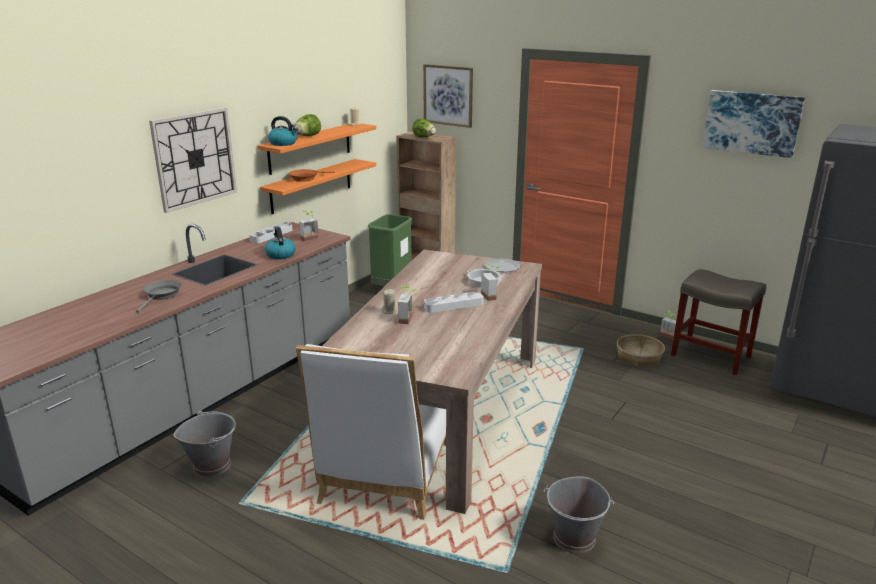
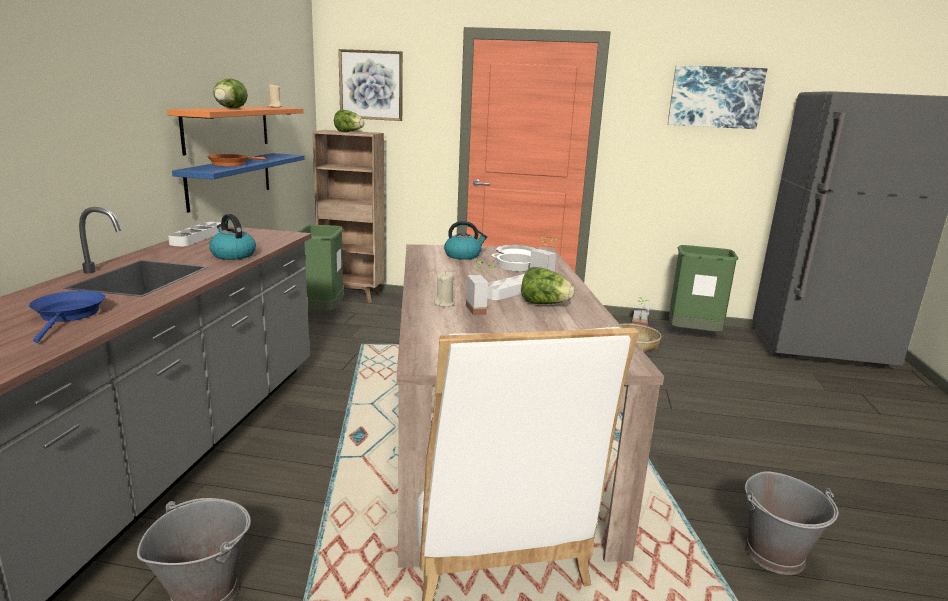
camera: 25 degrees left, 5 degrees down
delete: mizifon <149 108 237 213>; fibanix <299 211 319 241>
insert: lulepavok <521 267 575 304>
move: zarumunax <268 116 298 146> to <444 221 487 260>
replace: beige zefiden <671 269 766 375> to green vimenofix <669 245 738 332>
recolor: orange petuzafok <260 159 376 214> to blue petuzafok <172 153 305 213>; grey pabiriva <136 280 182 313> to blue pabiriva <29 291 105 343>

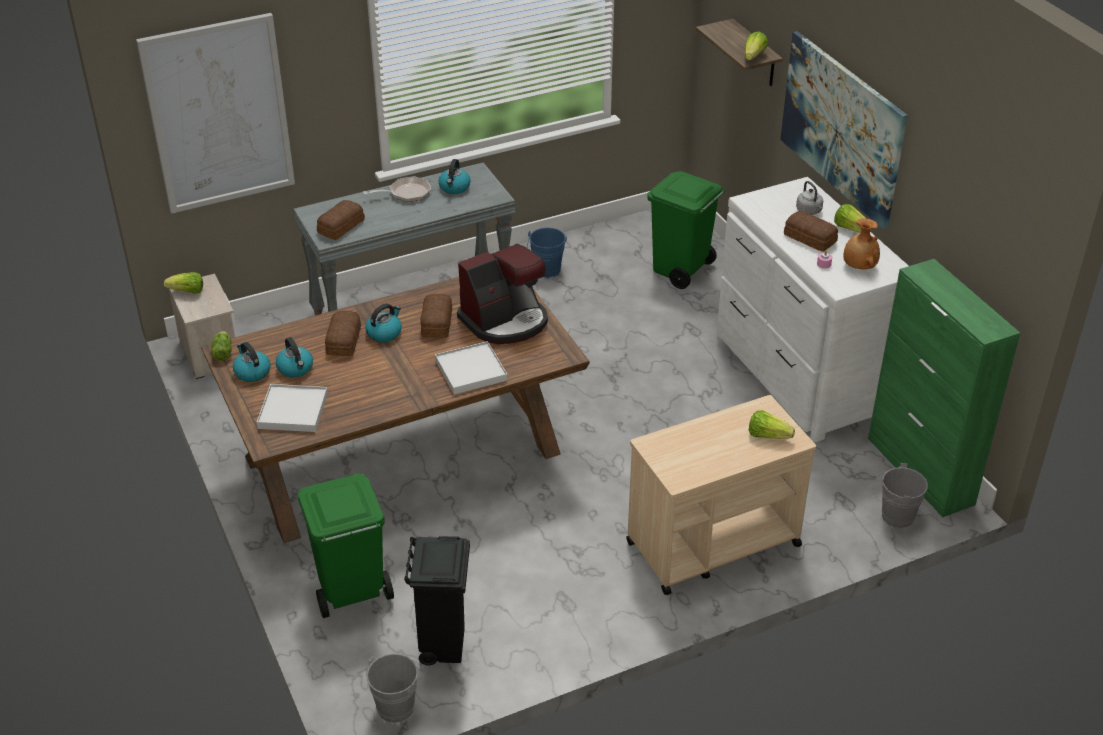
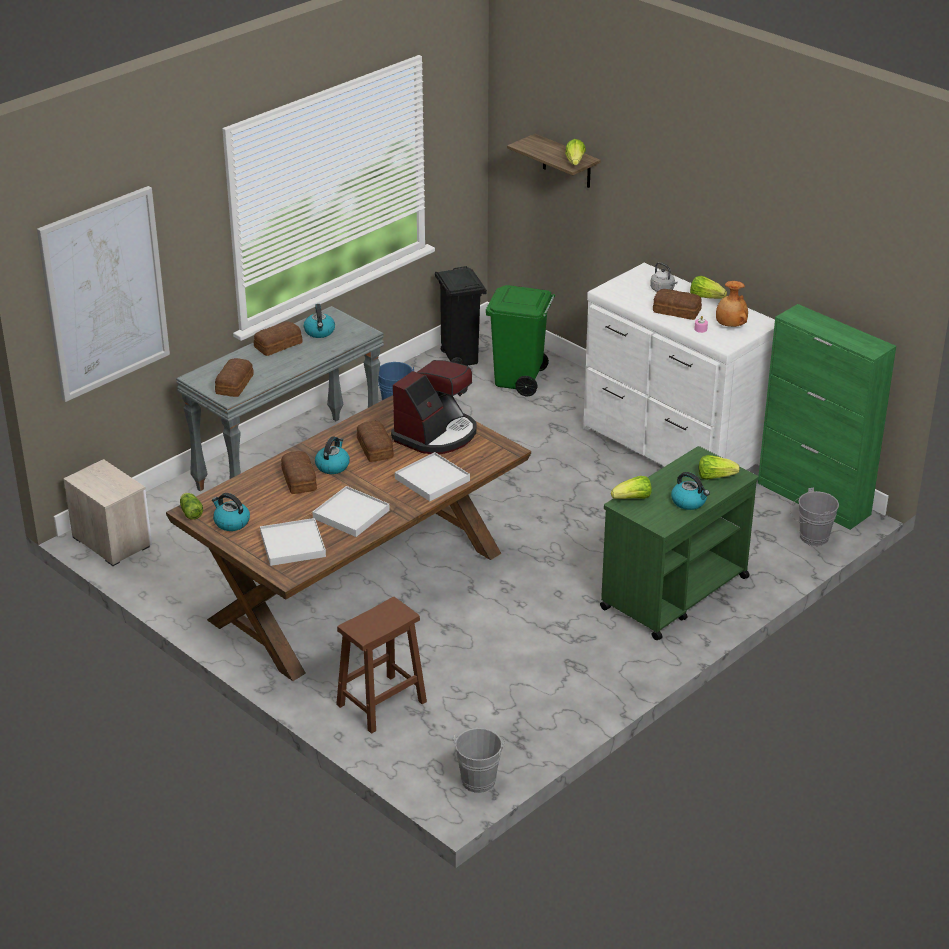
camera: 20 degrees left, 5 degrees down
delete: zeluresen <780 31 908 229>
insert: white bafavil <312 486 390 537>
move: lulepavok <164 272 203 294> to <611 476 652 499>; zarumunax <276 337 313 378> to <671 472 710 510>; black vimenofix <404 536 470 666> to <435 266 487 366>
replace: pabiriva <363 176 431 202> to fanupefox <254 321 303 356>; green vimenofix <297 473 394 618> to brown zefiden <336 597 427 734>
recolor: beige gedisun <626 395 816 595> to green gedisun <600 446 758 640>

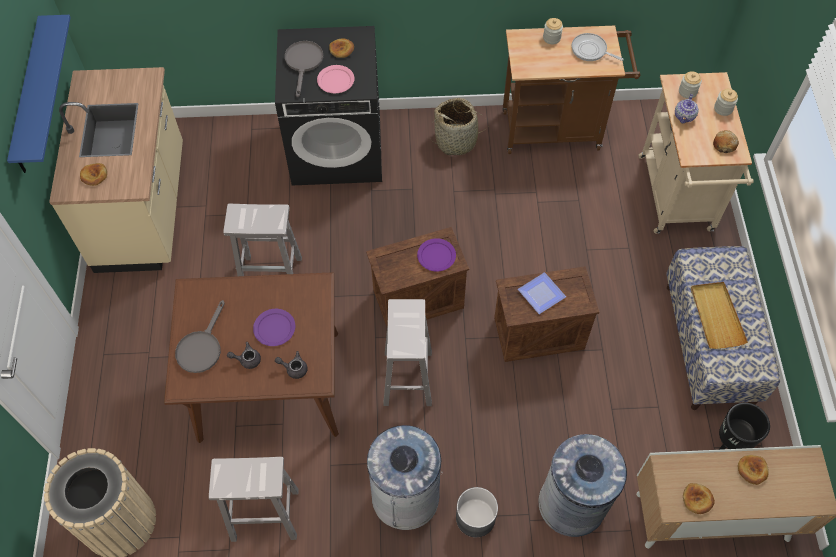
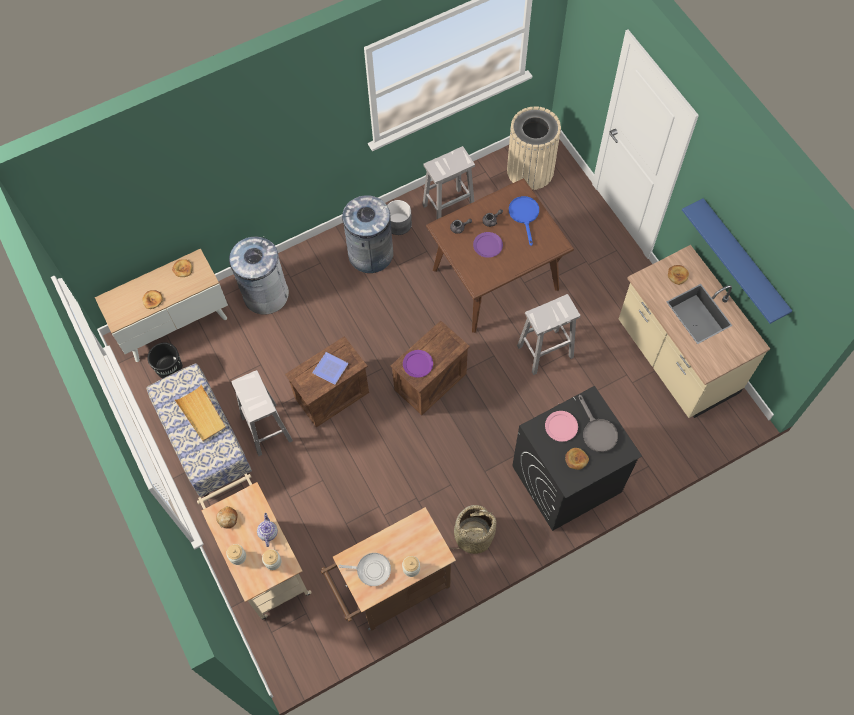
camera: 155 degrees right, 5 degrees up
move: white zefiden <383 299 432 406> to <231 370 293 456>; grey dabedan <456 487 498 537> to <387 200 412 235>
recolor: grey pabiriva <175 300 225 373> to blue pabiriva <509 196 539 246>

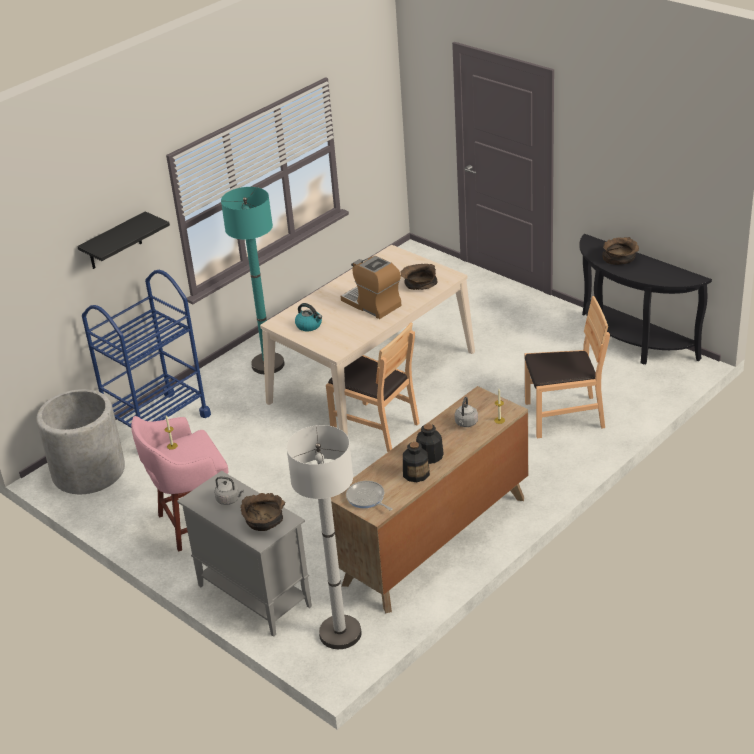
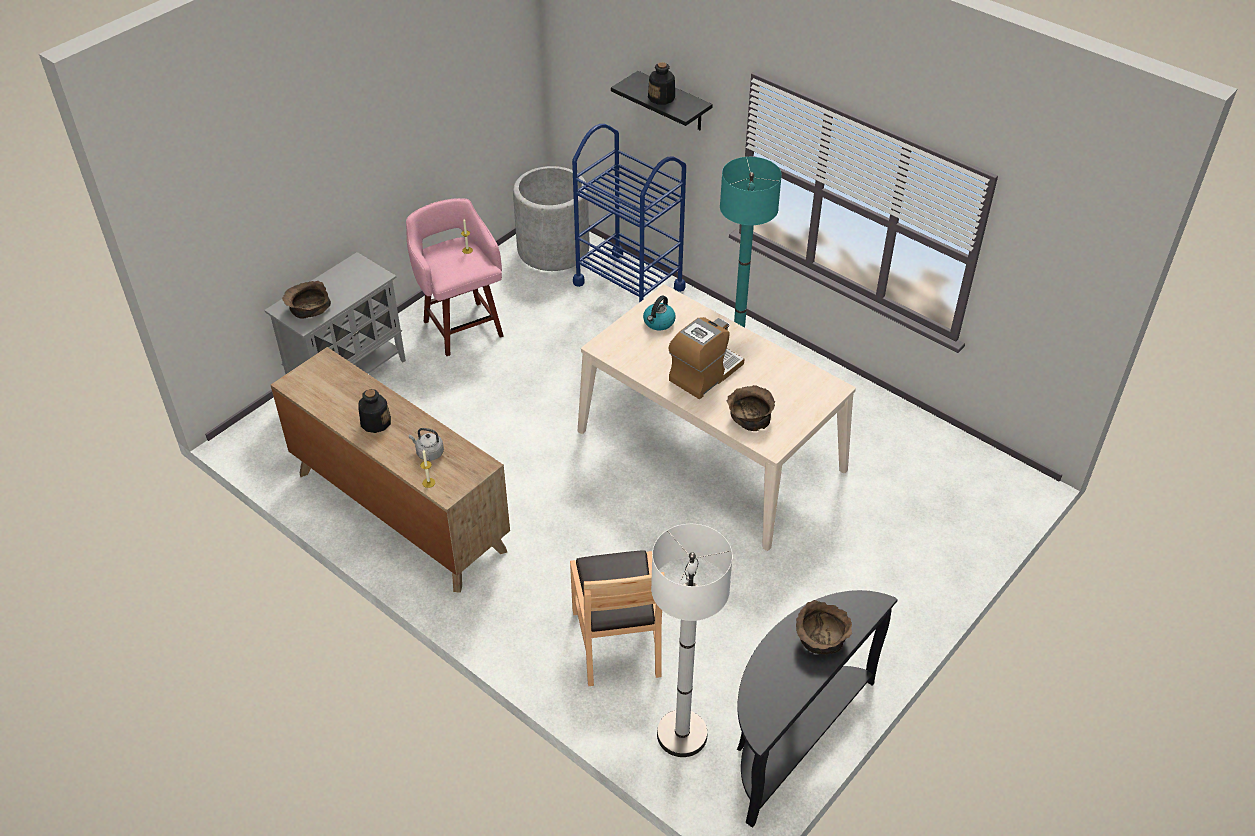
camera: 85 degrees right, 10 degrees up
delete: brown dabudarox <326 322 420 452>; grey zarumunax <214 477 244 505>; pabiriva <346 481 392 511>
move: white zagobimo <286 425 362 649> to <651 524 733 757>; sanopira <403 442 430 482> to <648 62 675 105>

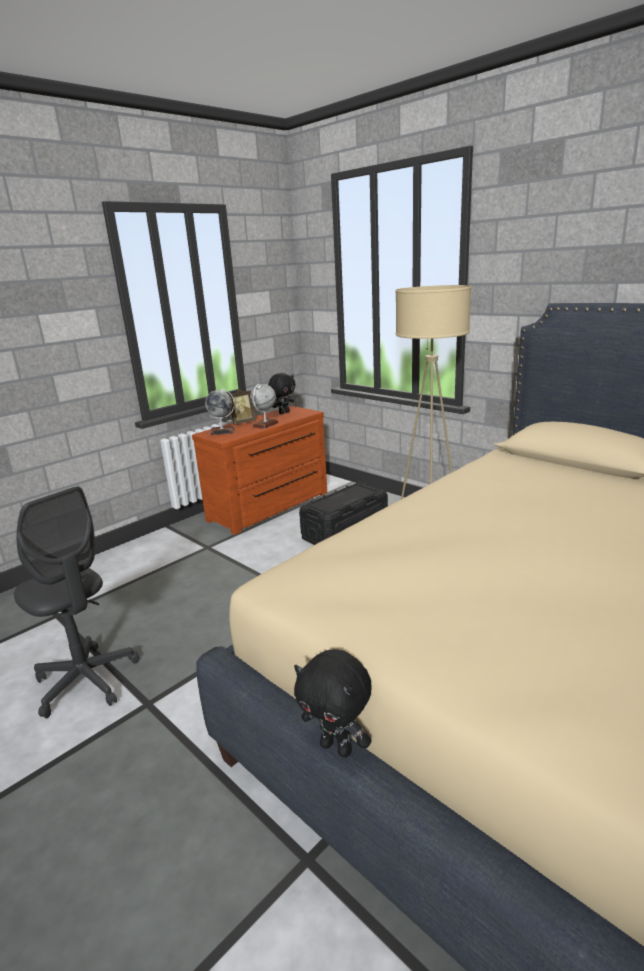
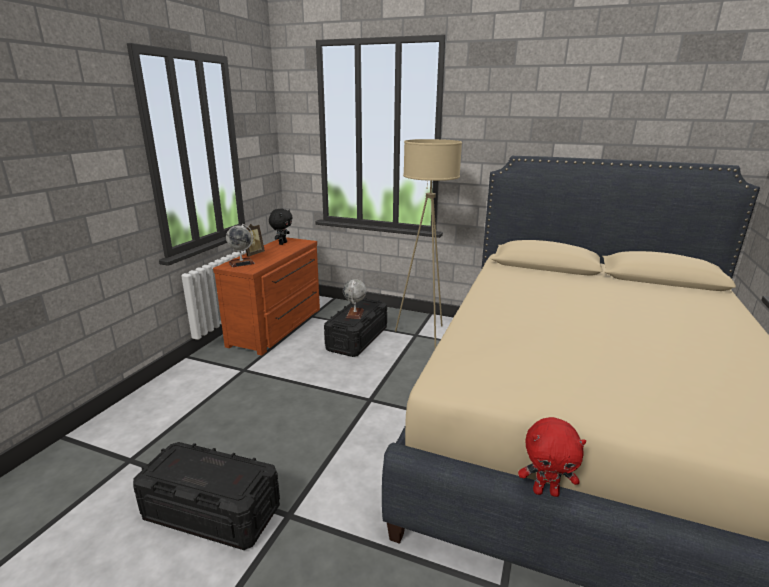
camera: 25 degrees left, 0 degrees up
move: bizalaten <250 384 279 429> to <343 279 366 319>
replace: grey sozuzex <14 486 139 718> to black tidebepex <133 442 280 550>
recolor: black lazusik <294 649 372 758> to red lazusik <518 417 586 497>

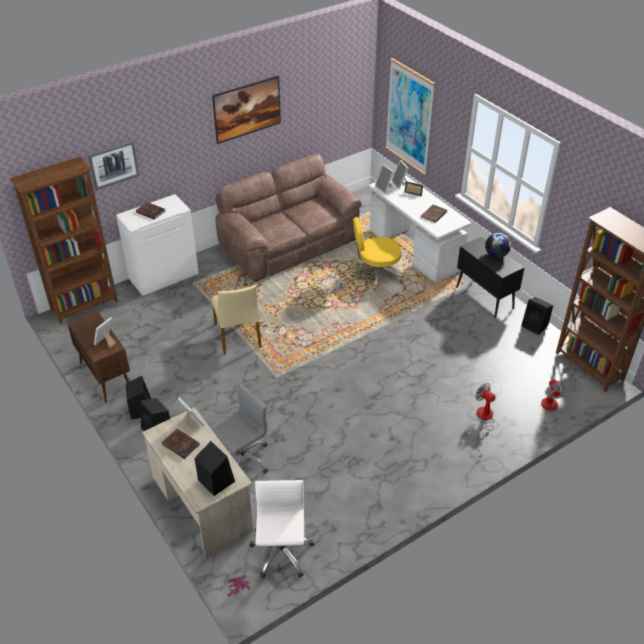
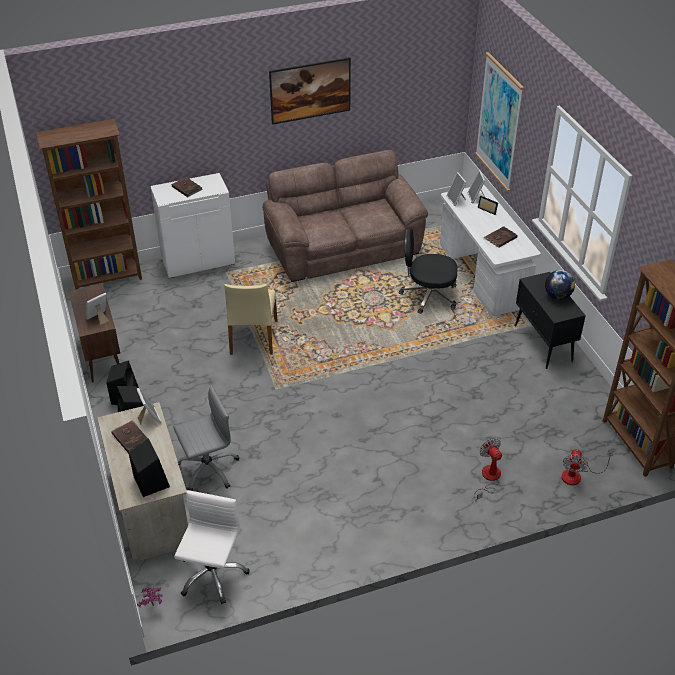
camera: 15 degrees right, 0 degrees up
delete: zeluresen <88 141 140 190>; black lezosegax <521 297 553 335>
recolor: yellow sozuzex <351 217 403 290> to black sozuzex <399 227 458 314>

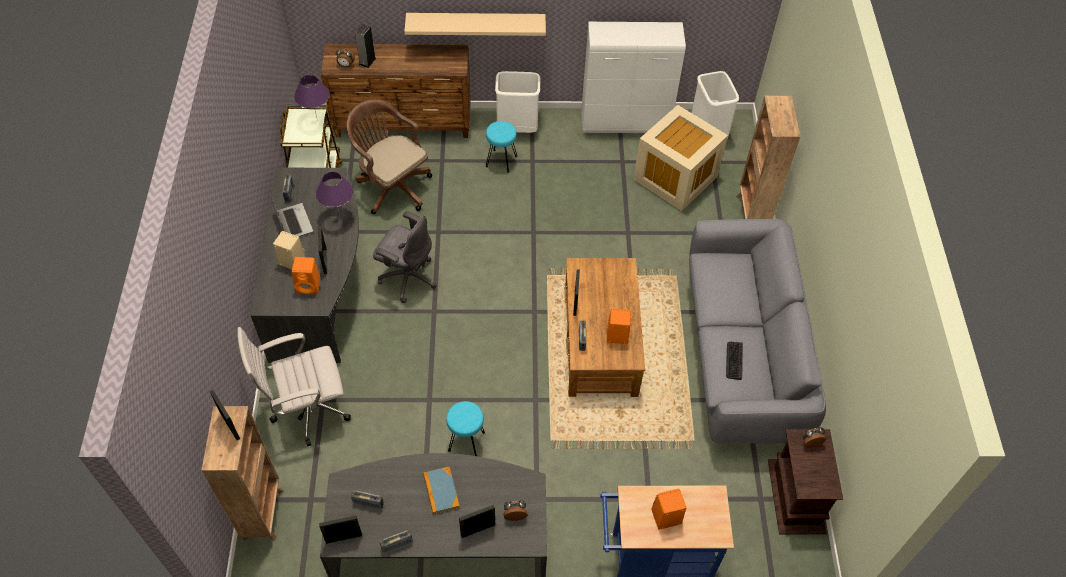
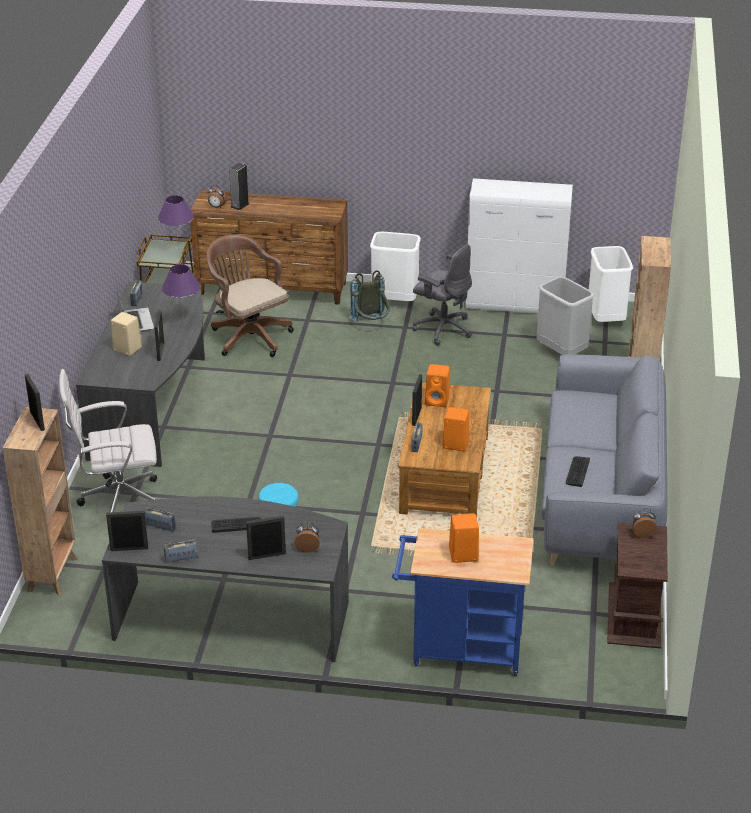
camera: 10 degrees right, 20 degrees down
delete: beige petuzafok <404 13 546 36>
move: grey sozuzex <373 211 437 303> to <413 244 472 346>; orange lezosegax <291 257 320 294> to <425 364 450 407>
replace: beige tidebepex <634 105 728 211> to grey vimenofix <537 276 595 355>; turquoise zefiden <486 121 517 173> to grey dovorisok <349 270 390 322>; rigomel <423 466 460 515> to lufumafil <211 517 261 533>

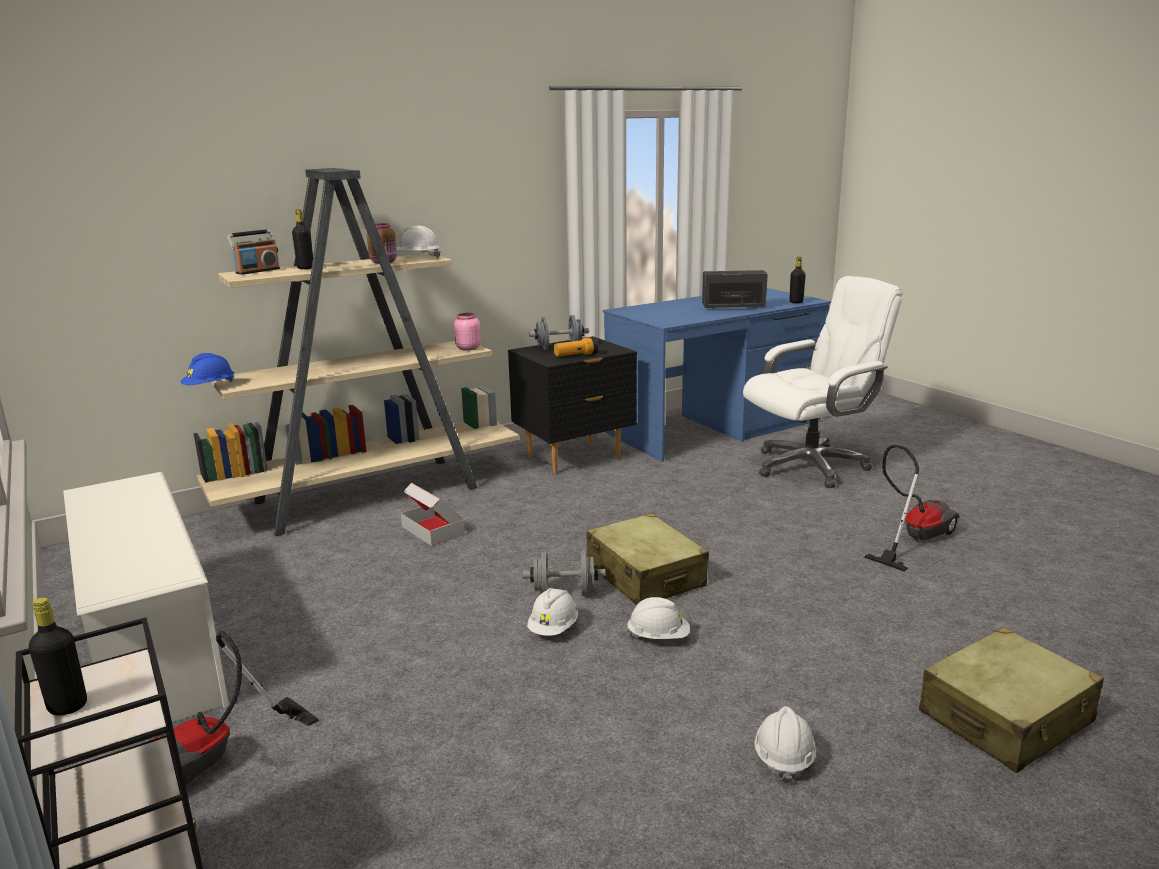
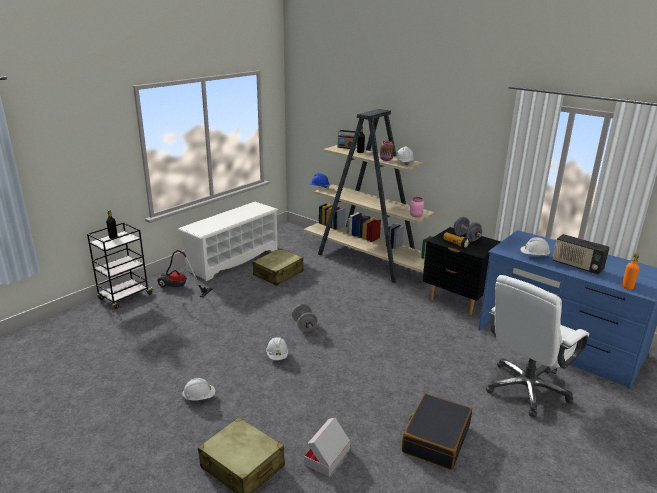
camera: 70 degrees right, 5 degrees up
move: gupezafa <401 483 465 546> to <304 418 351 477>; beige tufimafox <586 513 709 605> to <253 248 303 286>; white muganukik <527 588 578 636> to <520 237 550 256>
replace: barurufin <864 445 960 572> to black tufimafox <402 394 472 470>
recolor: black sanopira <789 257 806 303> to orange sanopira <622 253 640 290>
rotate: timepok <702 270 768 310> = <553 234 610 274> 150 degrees clockwise; white sozuzex <743 276 903 488> = <486 275 589 417> 90 degrees clockwise

